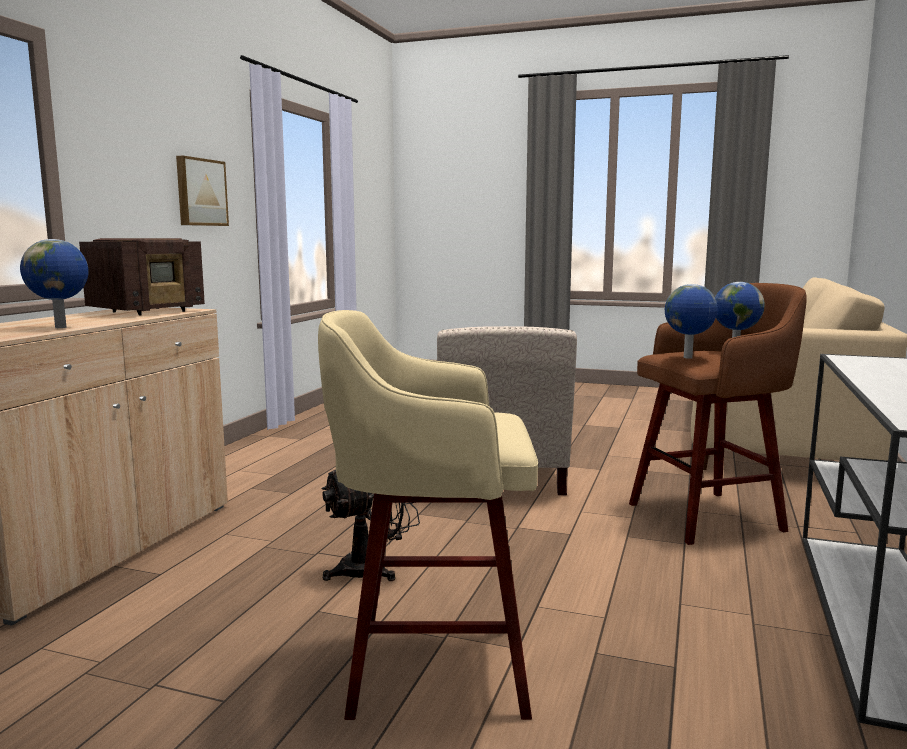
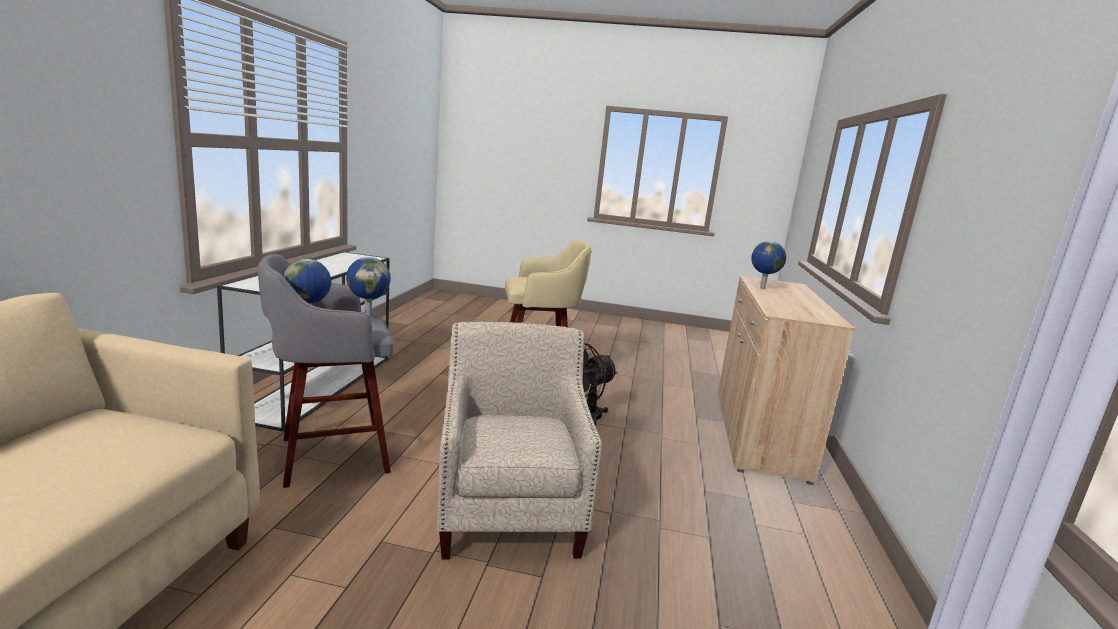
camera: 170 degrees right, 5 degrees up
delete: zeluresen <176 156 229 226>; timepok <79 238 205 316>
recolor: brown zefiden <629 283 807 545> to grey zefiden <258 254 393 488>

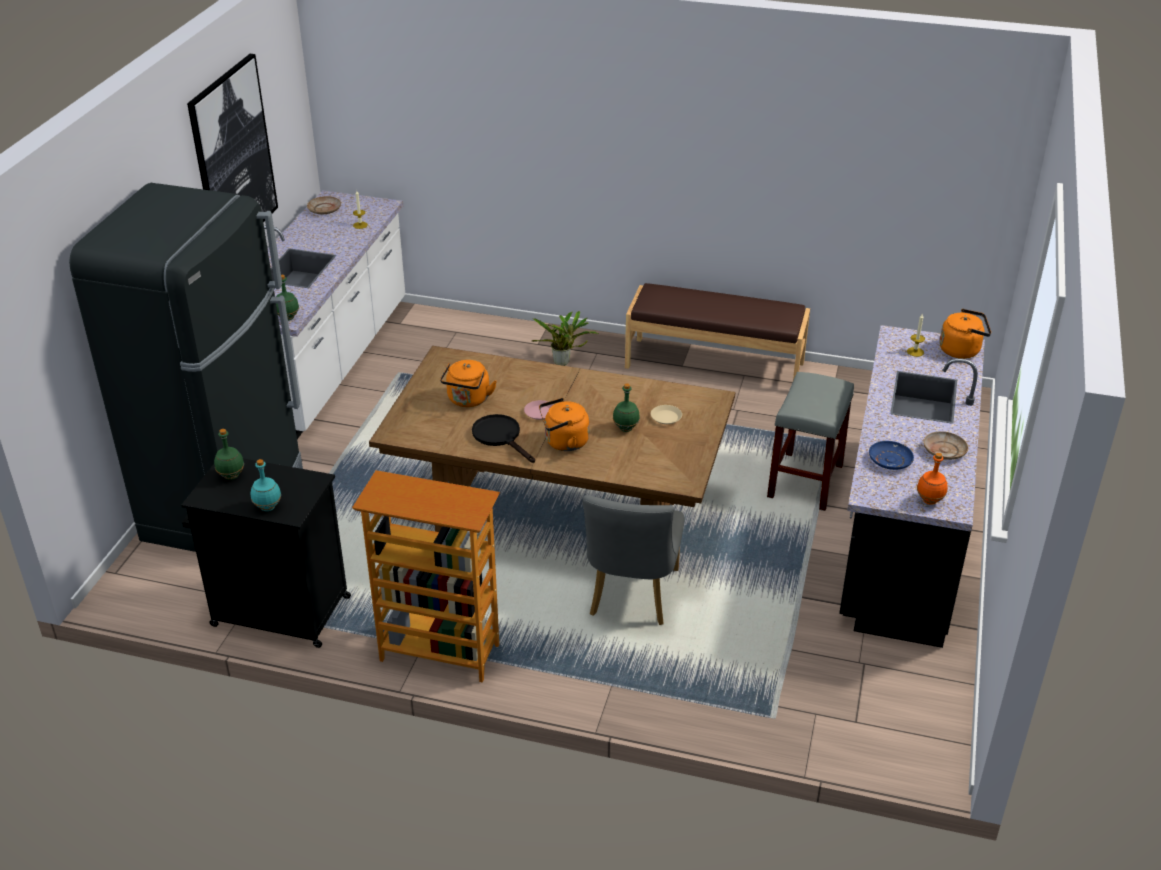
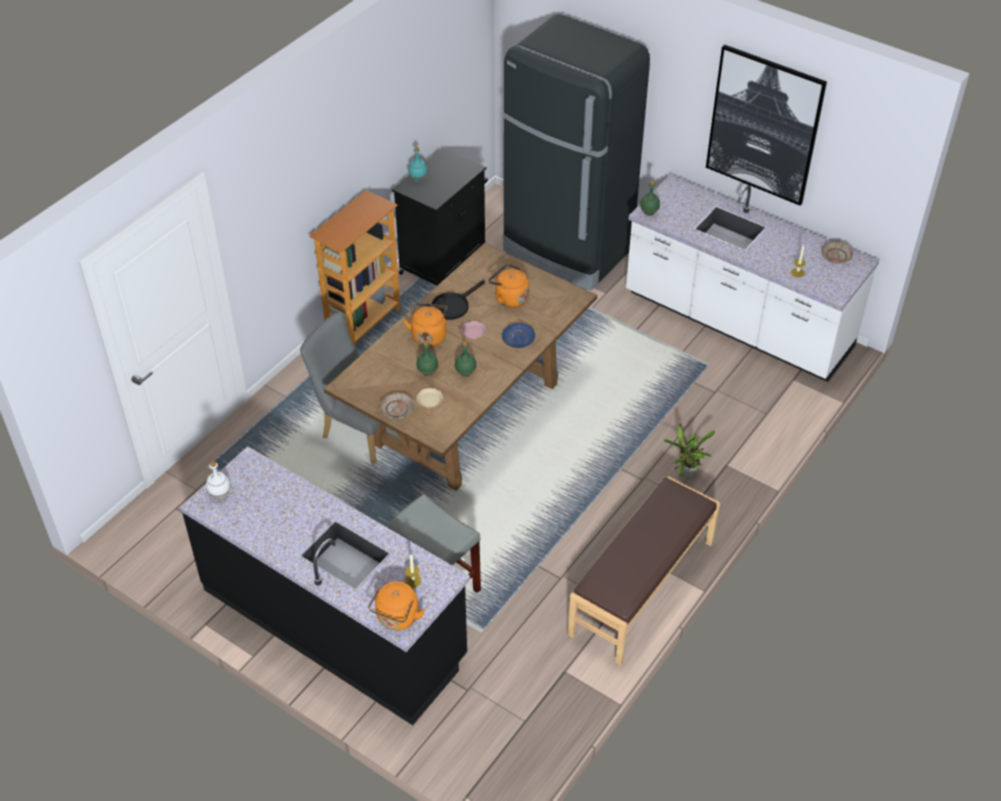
camera: 110 degrees right, 10 degrees up
move: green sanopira <214 429 244 480> to <455 341 476 377>; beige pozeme <923 431 968 460> to <380 393 414 420>; blue pozeme <869 441 914 470> to <502 323 535 348>
recolor: orange sanopira <917 453 948 505> to white sanopira <206 461 231 498>
rotate: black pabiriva <472 414 535 463> = <432 280 485 320> 150 degrees clockwise

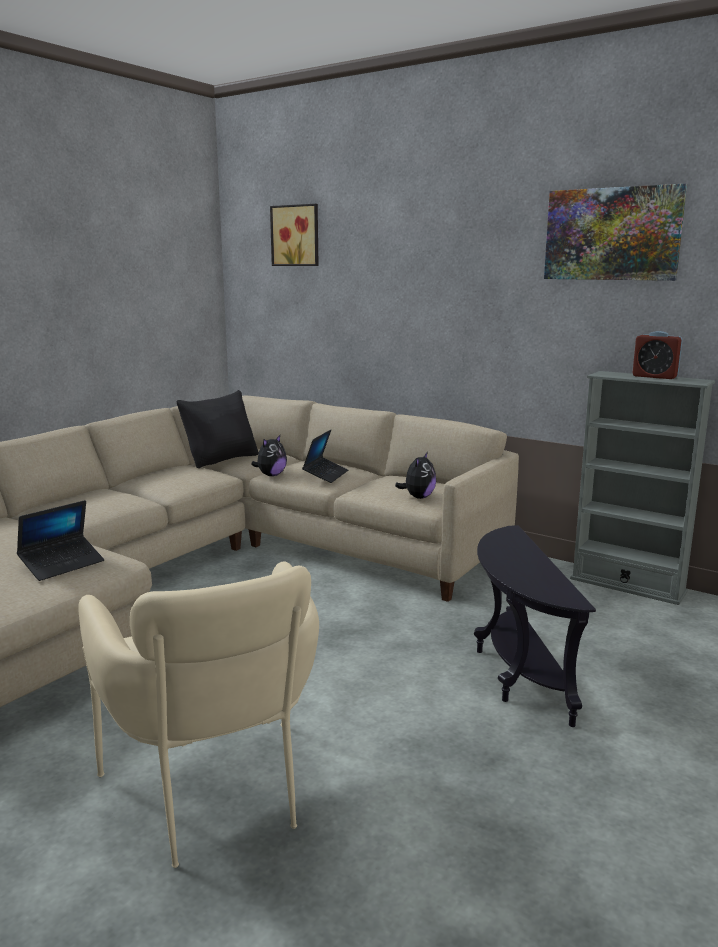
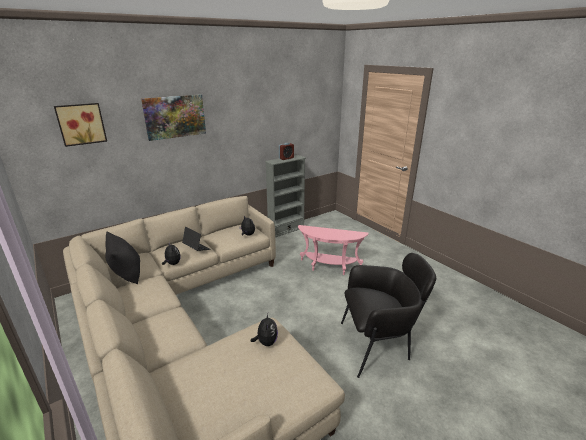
camera: 70 degrees left, 10 degrees up
move: zeluresen <544 184 687 281> to <141 94 206 141>
replace: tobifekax <17 500 104 581> to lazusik <251 314 278 346>
recolor: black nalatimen <474 525 596 727> to pink nalatimen <298 225 368 275>; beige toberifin <78 561 319 868> to black toberifin <341 253 436 378>

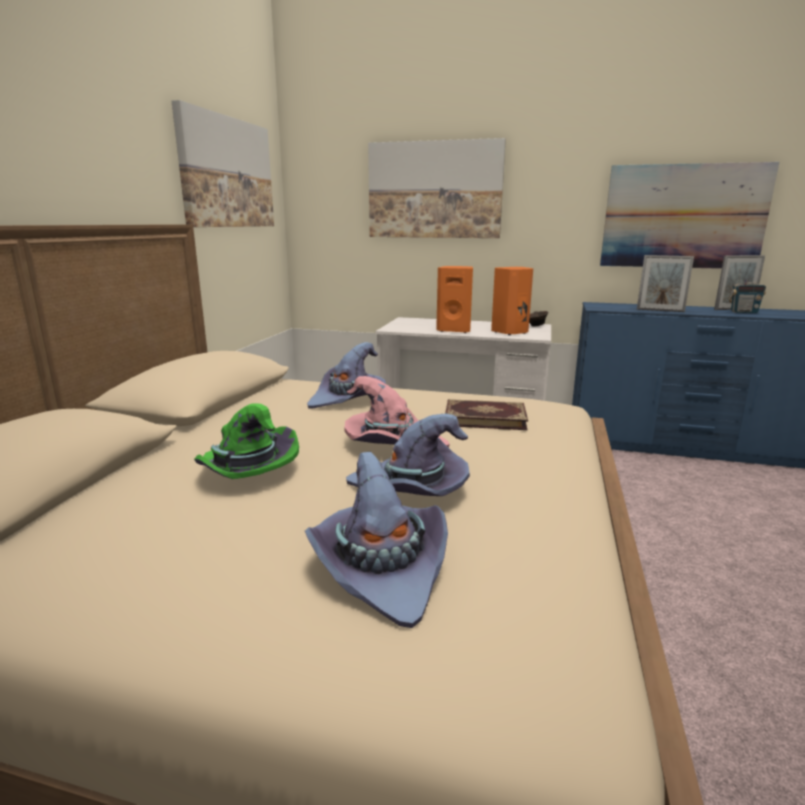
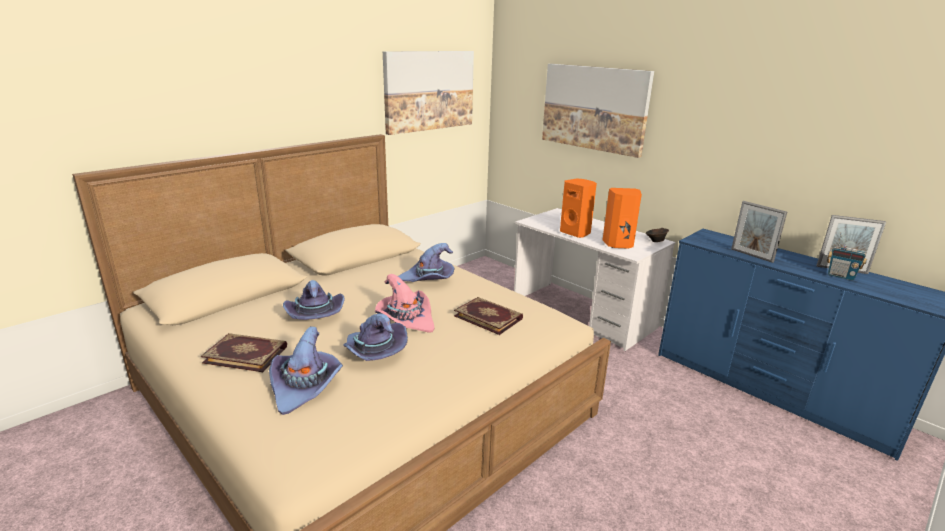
camera: 30 degrees right, 5 degrees up
delete: zeluresen <600 162 779 269>
insert: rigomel <201 333 287 372>
recolor: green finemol <194 404 299 479> to purple finemol <283 280 345 320>

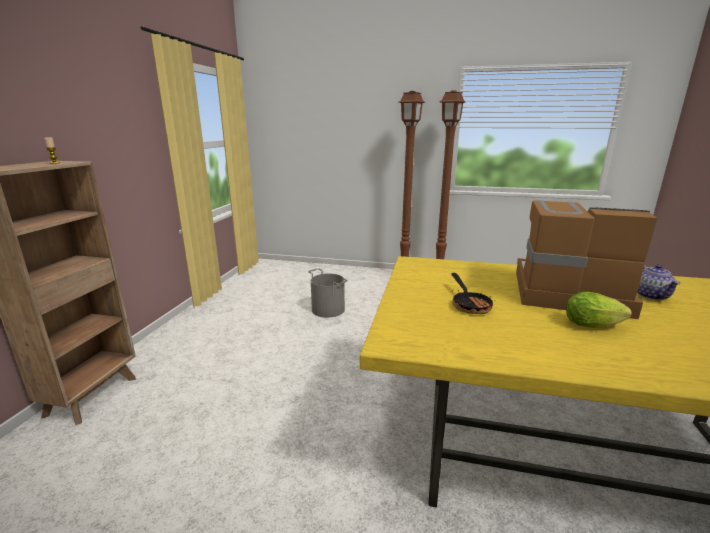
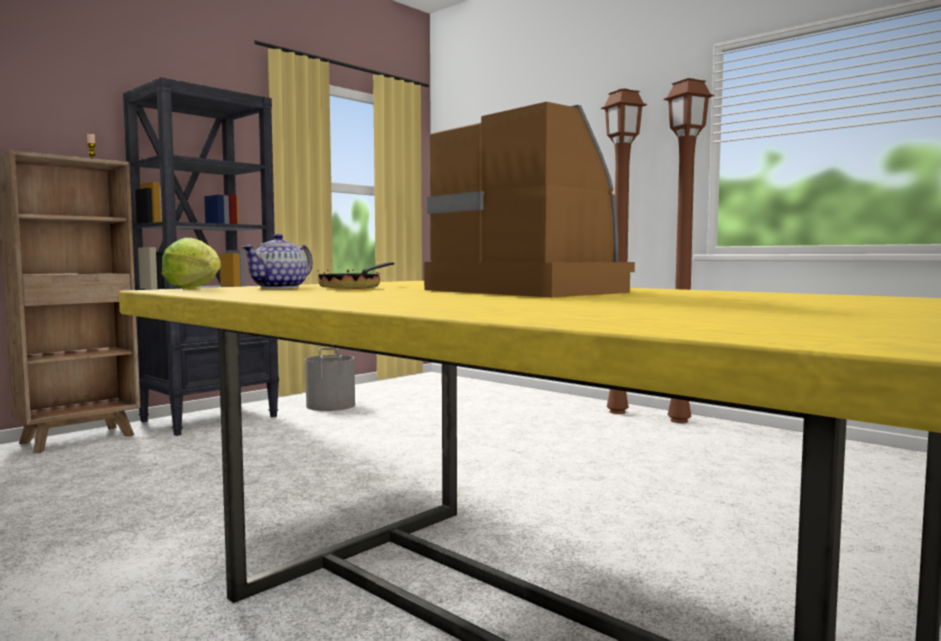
camera: 30 degrees right, 15 degrees down
insert: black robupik <123 77 279 436>
move: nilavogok <637 264 680 300> to <242 234 313 289>; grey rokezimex <308 268 348 318> to <305 348 355 411>; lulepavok <566 292 632 328> to <162 238 221 289>

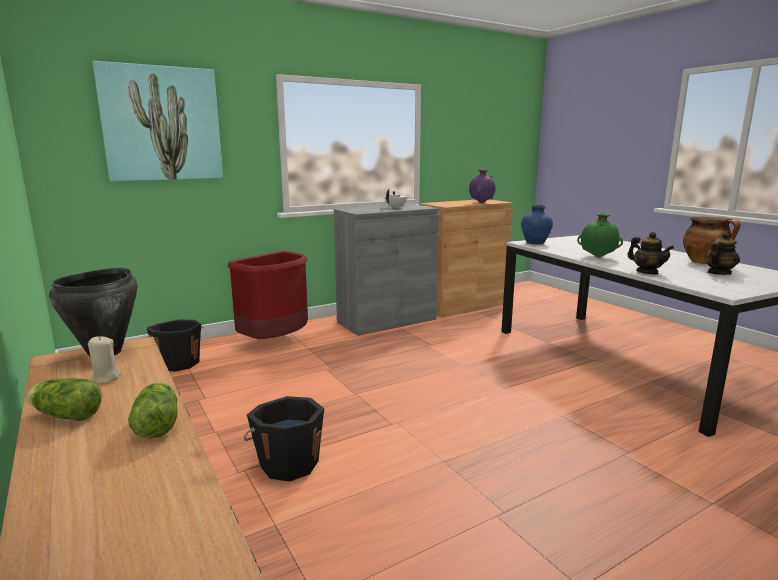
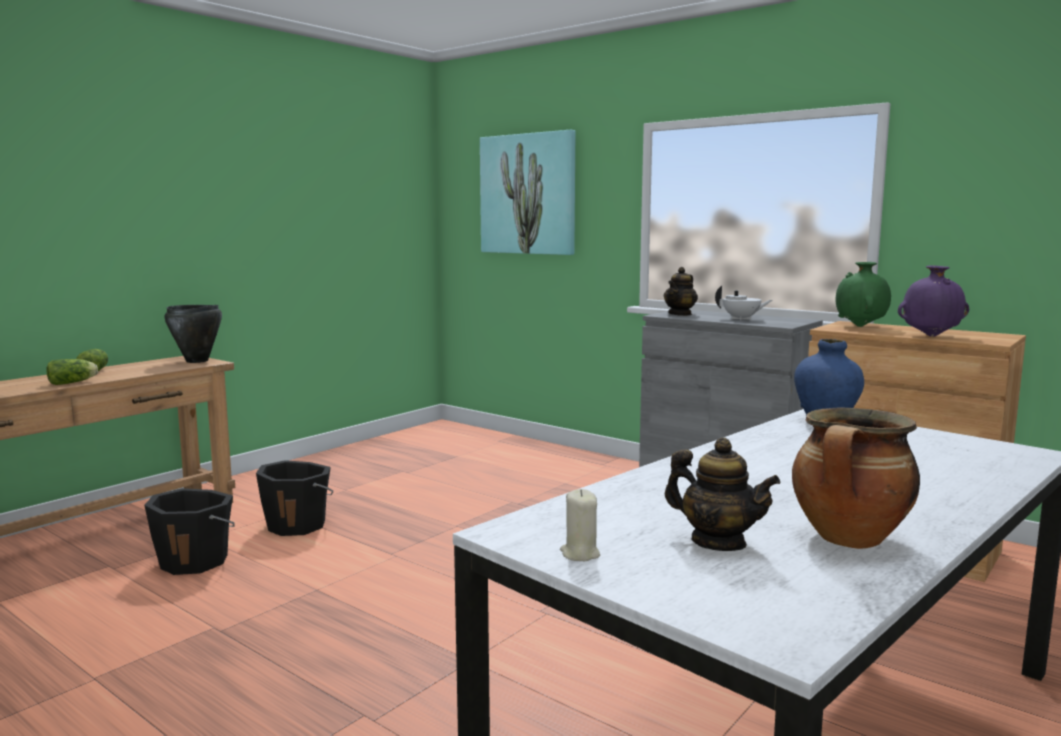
camera: 70 degrees right, 5 degrees down
delete: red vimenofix <227 251 308 339>
move: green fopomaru <577 213 623 258> to <836 262 891 327>; nilavogok <627 232 674 274> to <664 267 698 316>; black rokezimex <145 319 203 372> to <144 488 235 575>; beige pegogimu <88 336 121 384> to <560 489 600 561>

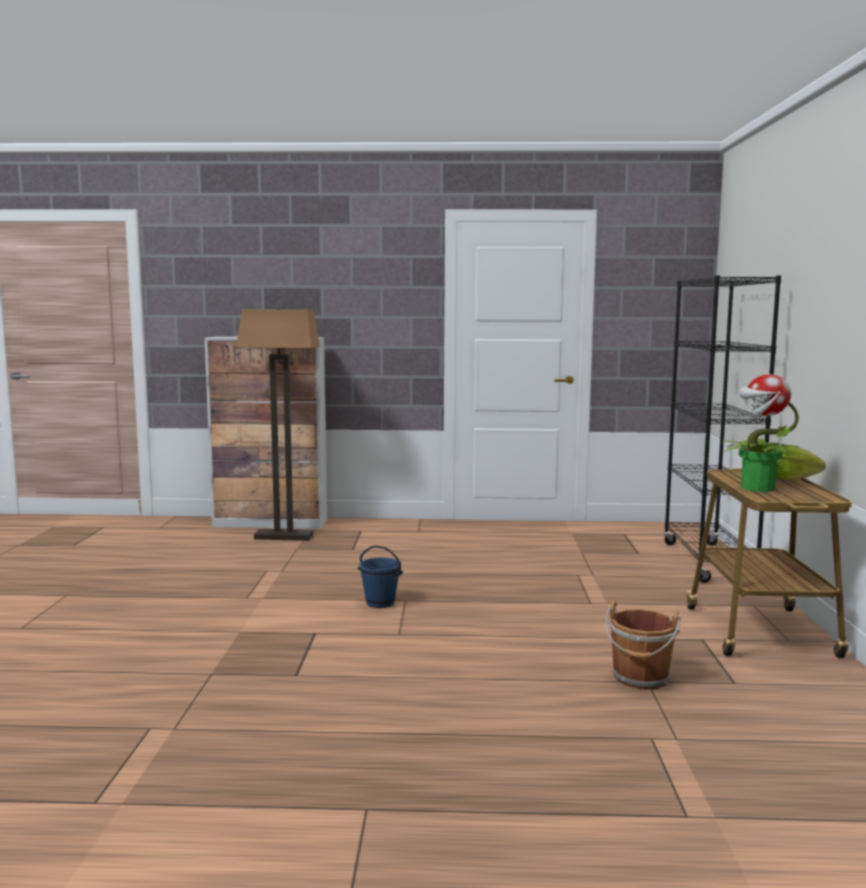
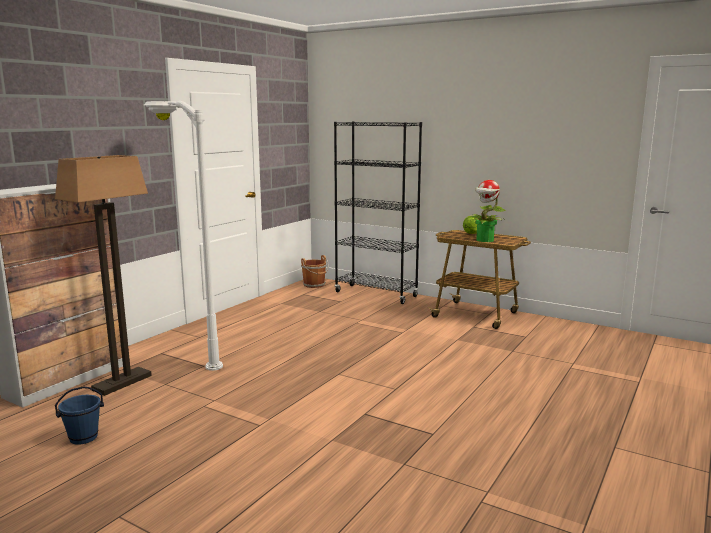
camera: 60 degrees left, 5 degrees up
insert: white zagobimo <144 101 223 371>
move: blue rokezimex <358 545 403 608> to <55 386 104 445>; brown rokezimex <606 601 681 689> to <301 255 329 288>

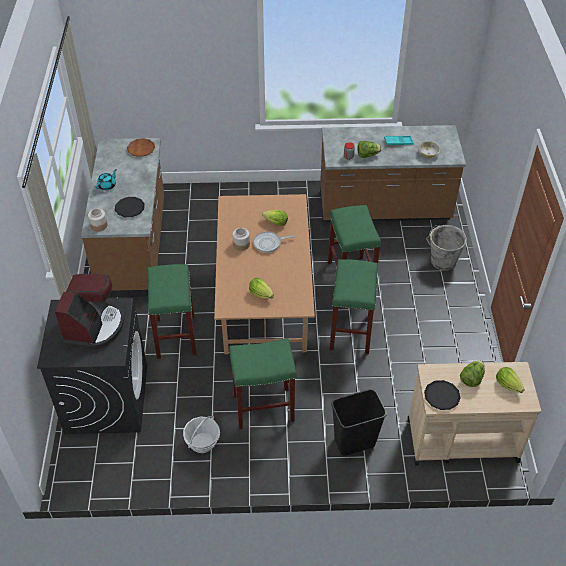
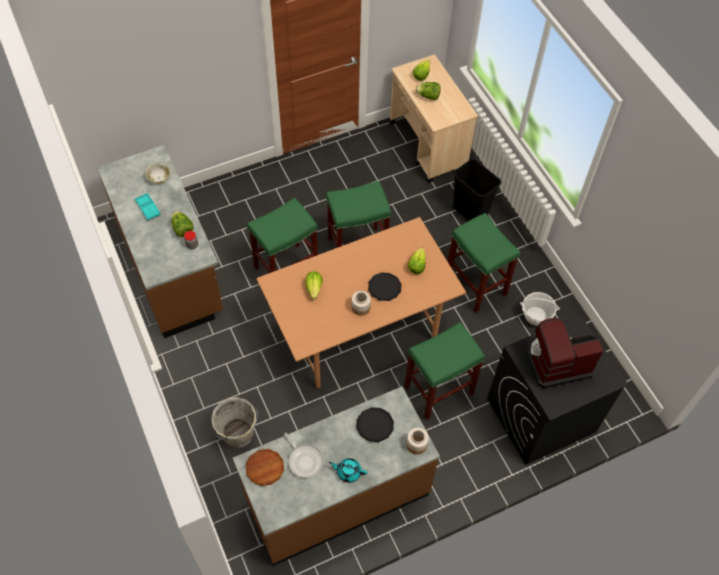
camera: 115 degrees left, 10 degrees up
move: grey rokezimex <426 225 467 271> to <211 397 258 448>; pabiriva <253 231 295 253> to <284 433 323 478>; black pozeme <424 380 461 410> to <368 272 401 301>

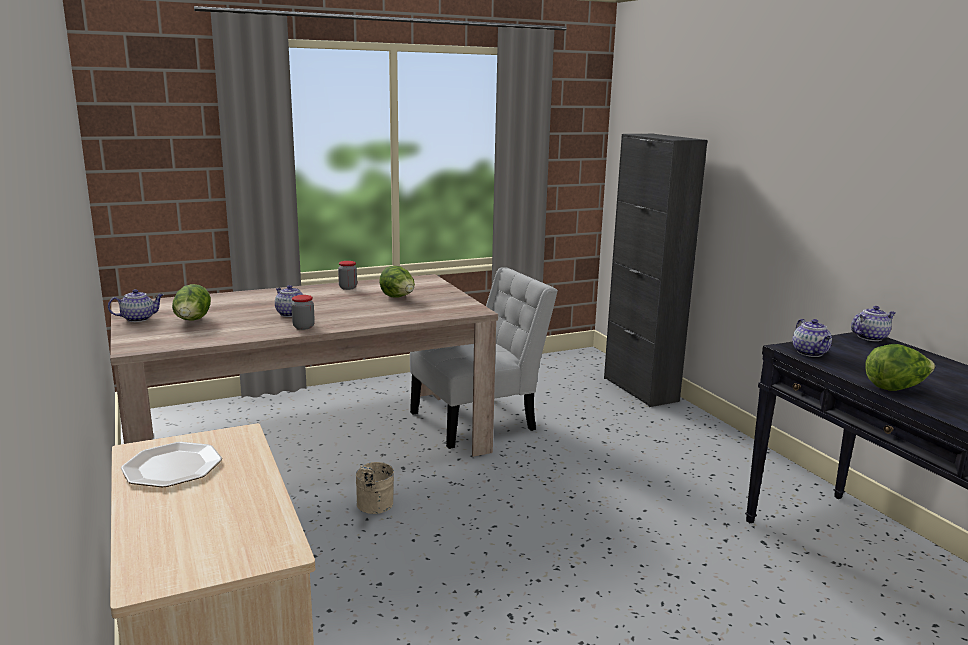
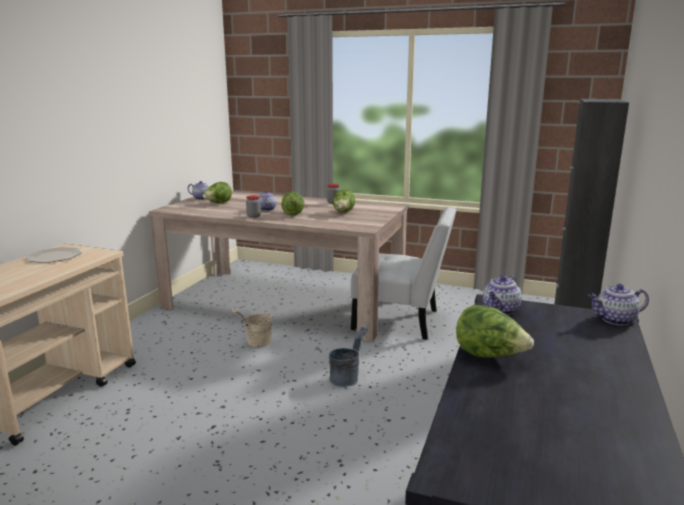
camera: 45 degrees right, 0 degrees up
insert: lulepavok <281 192 304 216>; grey rokezimex <329 325 369 387>
rotate: nilavogok <851 306 896 341> = <589 284 649 325> 150 degrees clockwise

